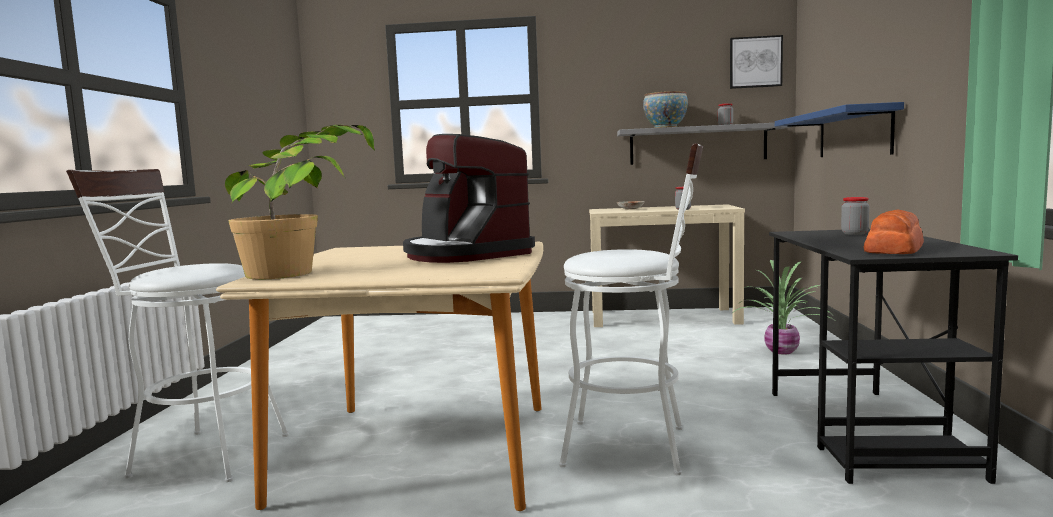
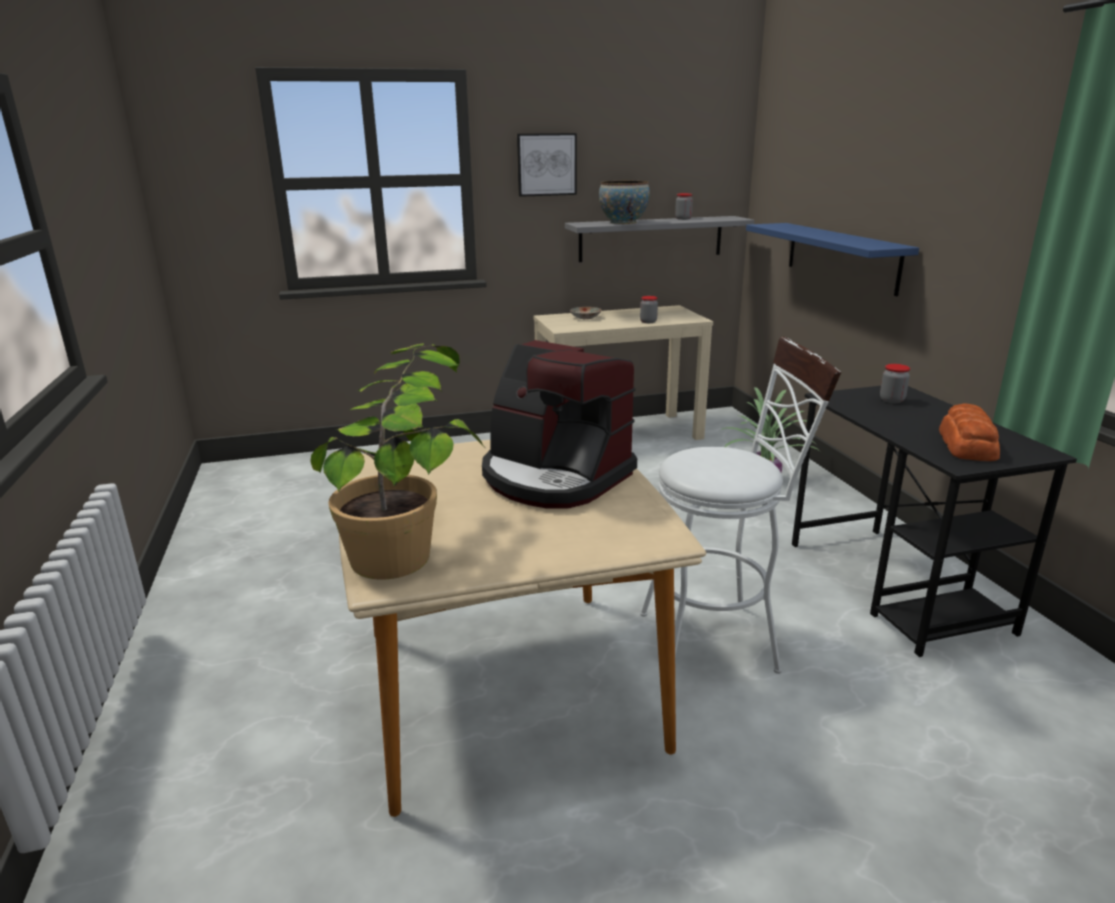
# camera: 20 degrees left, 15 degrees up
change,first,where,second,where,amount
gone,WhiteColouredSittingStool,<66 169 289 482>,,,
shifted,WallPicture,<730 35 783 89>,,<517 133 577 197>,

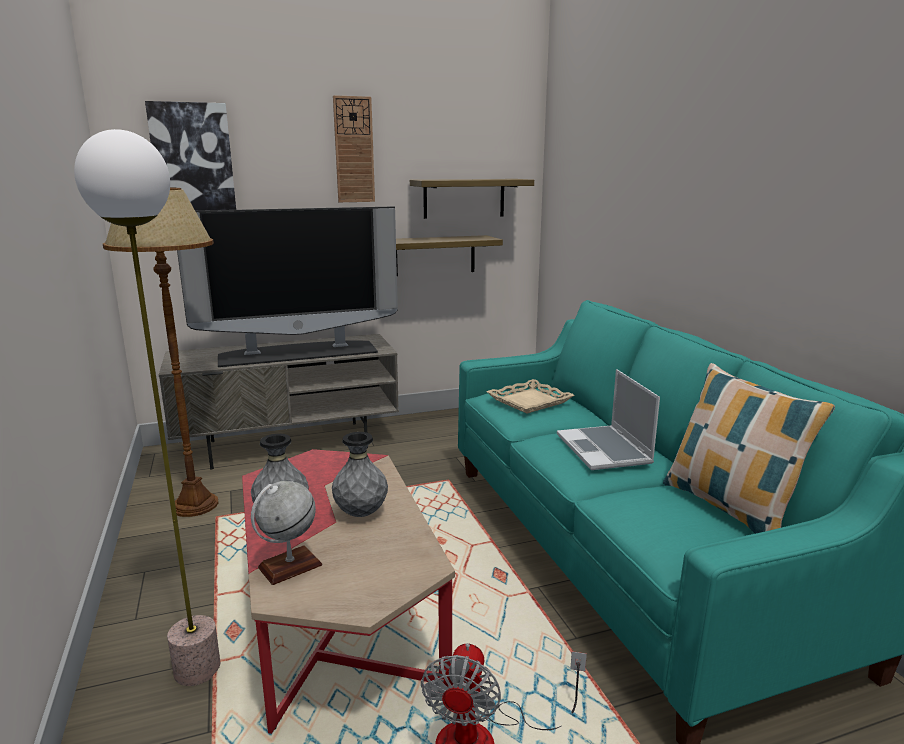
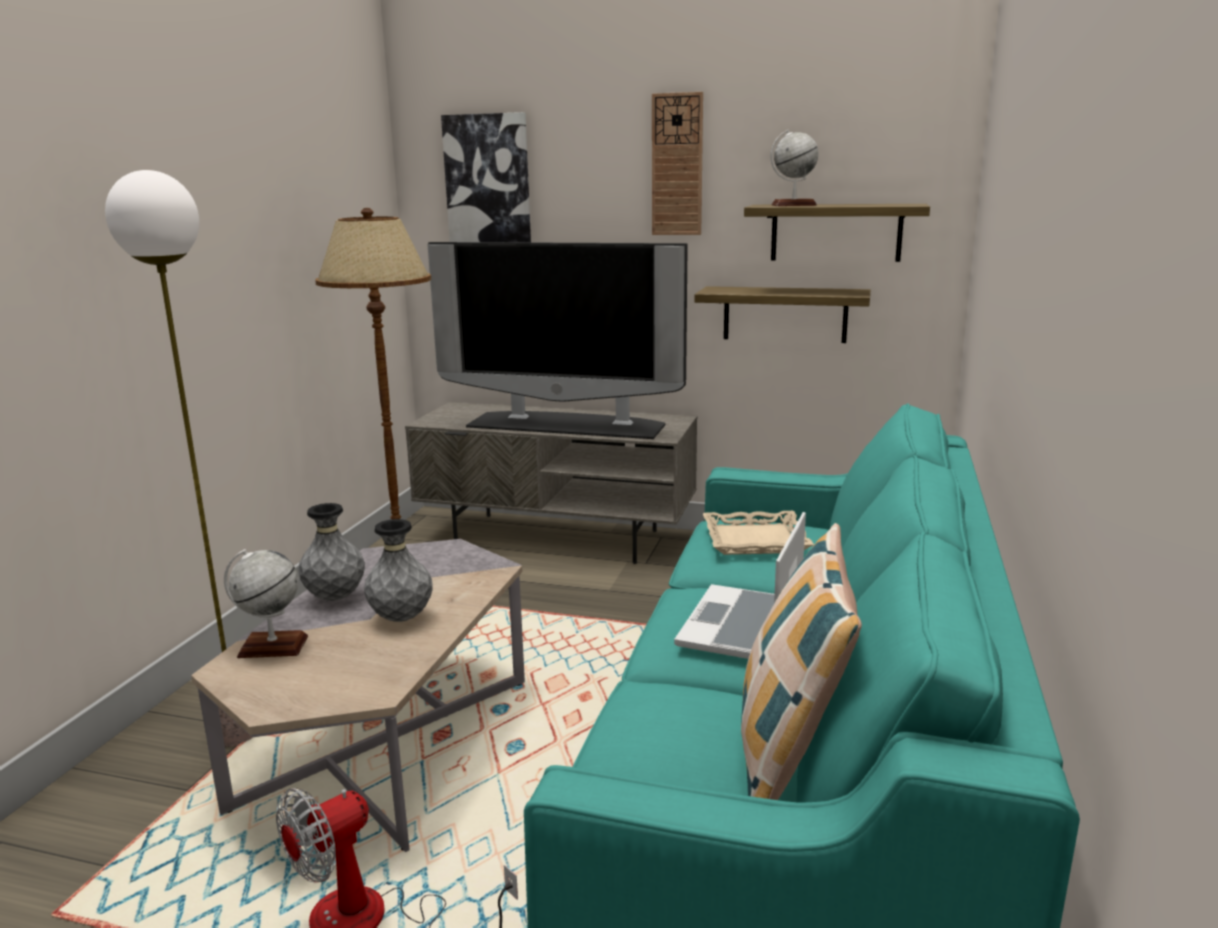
# camera: 35 degrees right, 0 degrees up
change,first,where,second,where,amount
repainted,RedColouredLoungeTable,<242 449 455 734>,GreyishLoungeTable,<191 539 525 852>,
new,,,DeskGlobe,<770 129 818 206>,

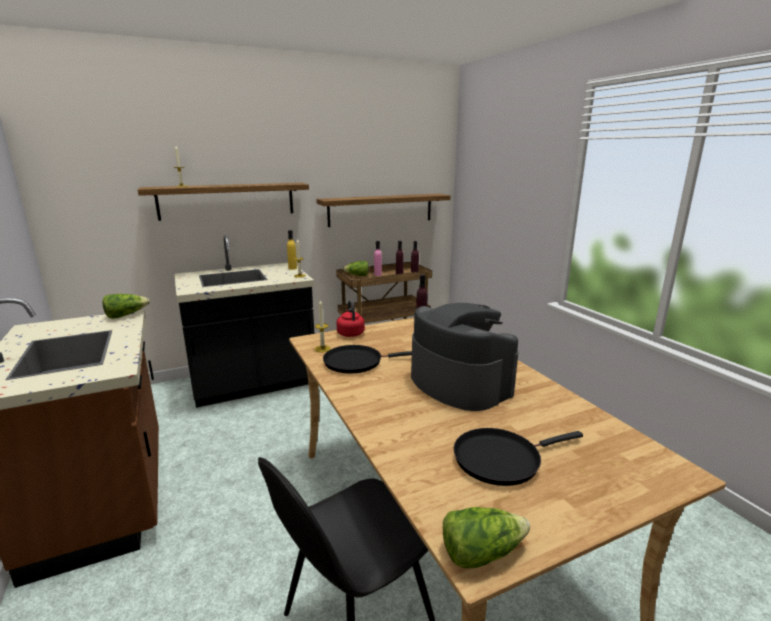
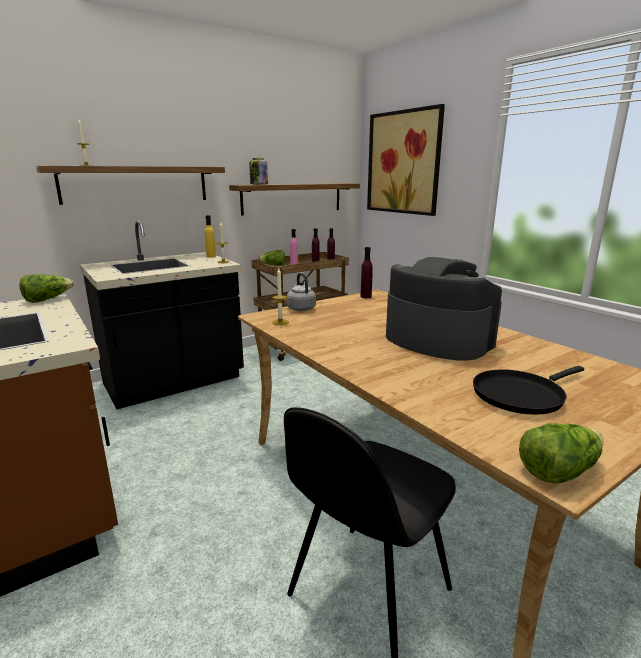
# camera: 10 degrees left, 0 degrees up
change,first,where,second,where,amount
gone,BlackFryingPan,<323 345 412 373>,,,
repainted,RedColouredWaterKettle,<337 300 365 337>,GreyishWaterKettle,<287 273 316 311>,
new,,,Jar,<250 158 268 184>,
new,,,WallPicture,<367 104 445 216>,

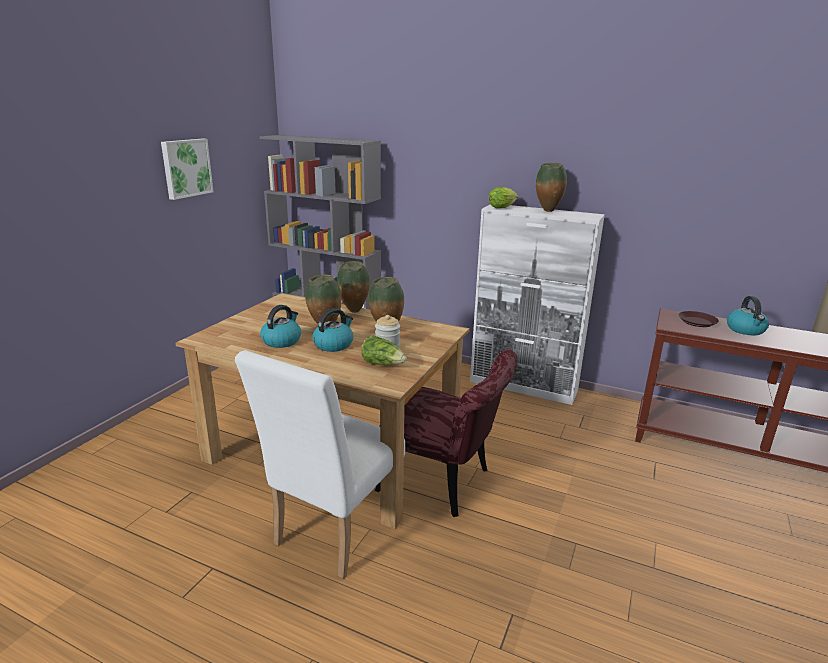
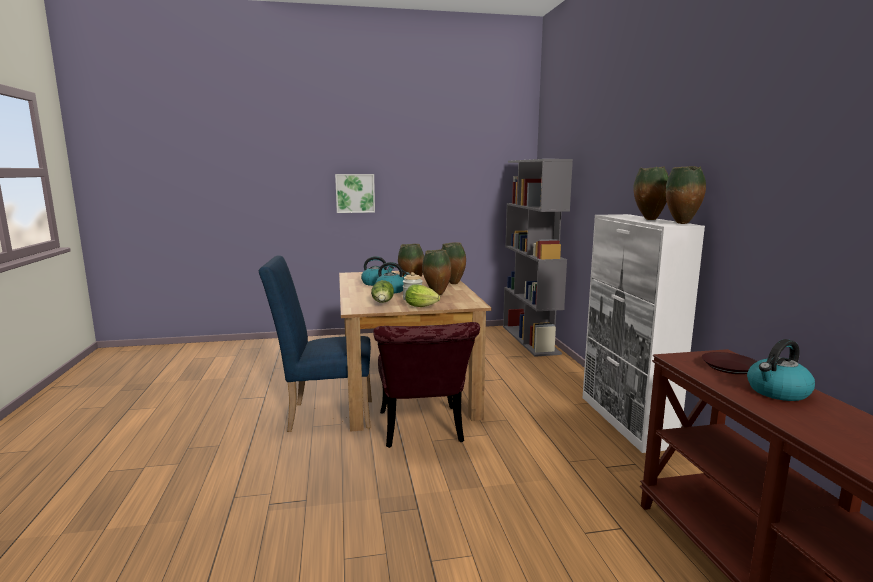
# camera: 55 degrees right, 10 degrees down
change,first,where,second,where,amount
shifted,WallPicture,<161 138 214 200>,,<335 174 375 213>,
repainted,WhiteColouredPlainChair,<235 350 405 579>,BluePlainChair,<258 255 372 432>,
shifted,LettuceHead,<489 187 518 208>,,<405 285 440 307>,
new,,,Vase,<666 166 706 224>,

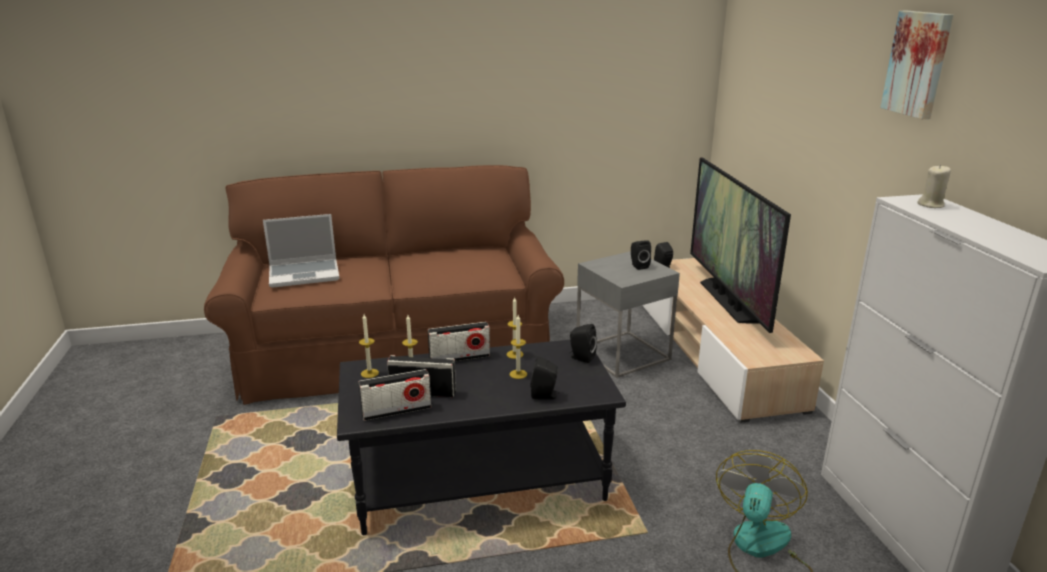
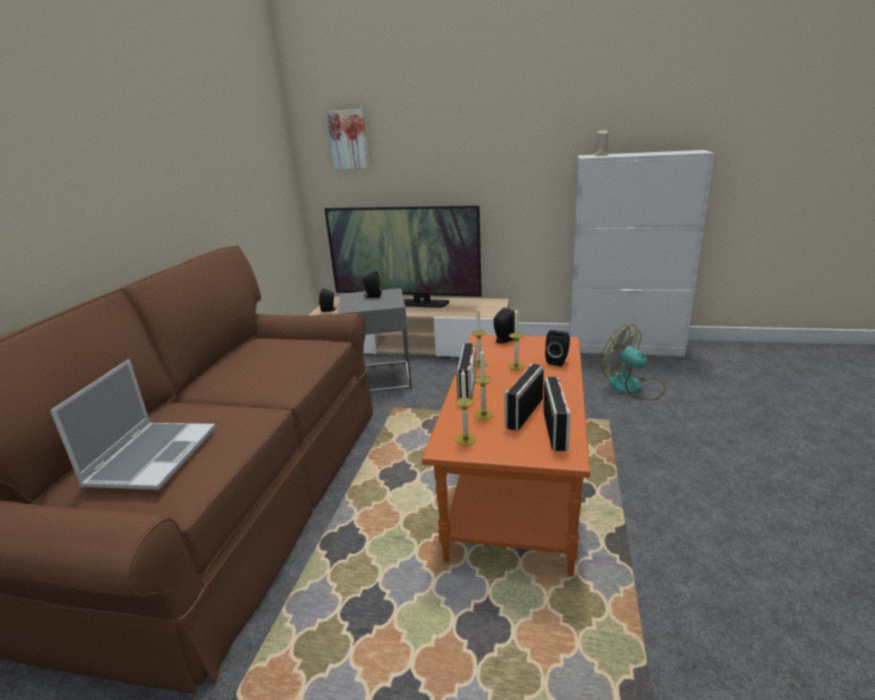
# camera: 65 degrees left, 0 degrees up
change,first,where,second,where,amount
repainted,BlackLoungeTable,<337 340 626 535>,OrangeLoungeTable,<422 334 590 577>,
shifted,WallPicture,<880 11 953 119>,,<327 109 369 170>,

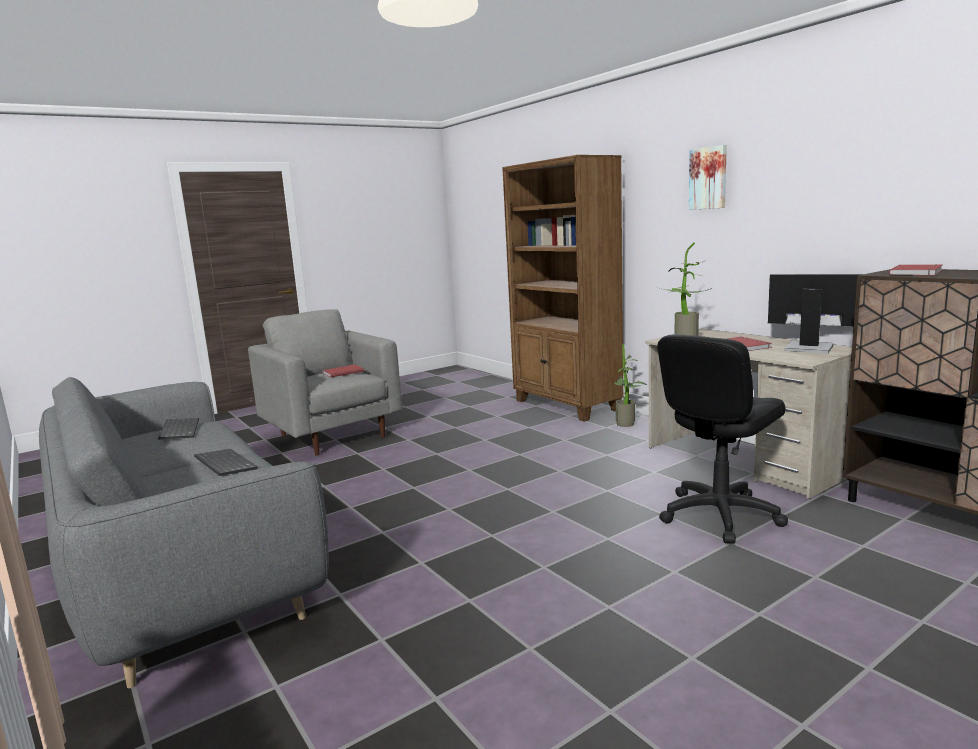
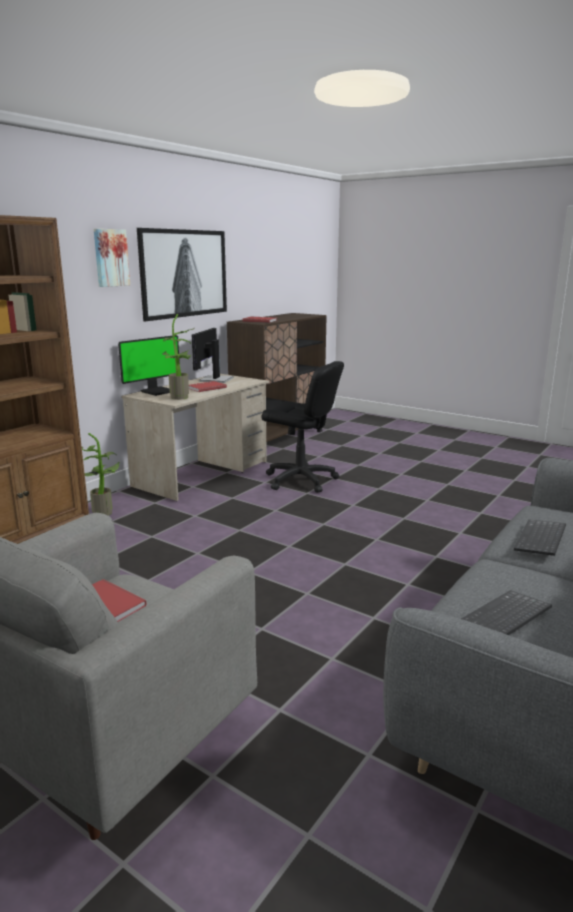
# camera: 110 degrees left, 5 degrees up
change,first,where,second,where,amount
new,,,Monitor,<118 335 180 396>,
new,,,WallPicture,<137 228 227 321>,

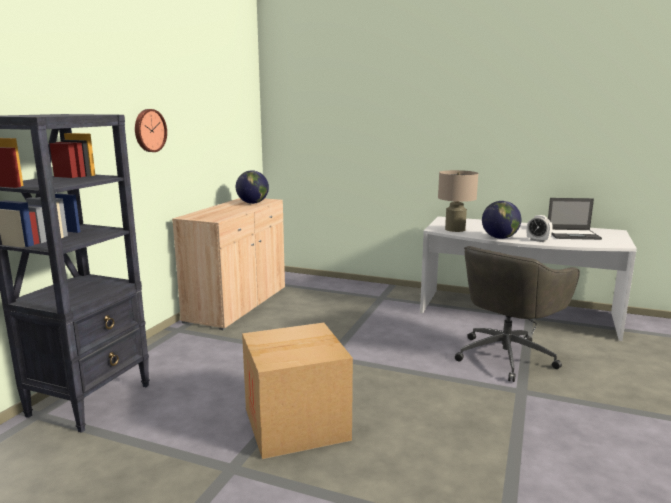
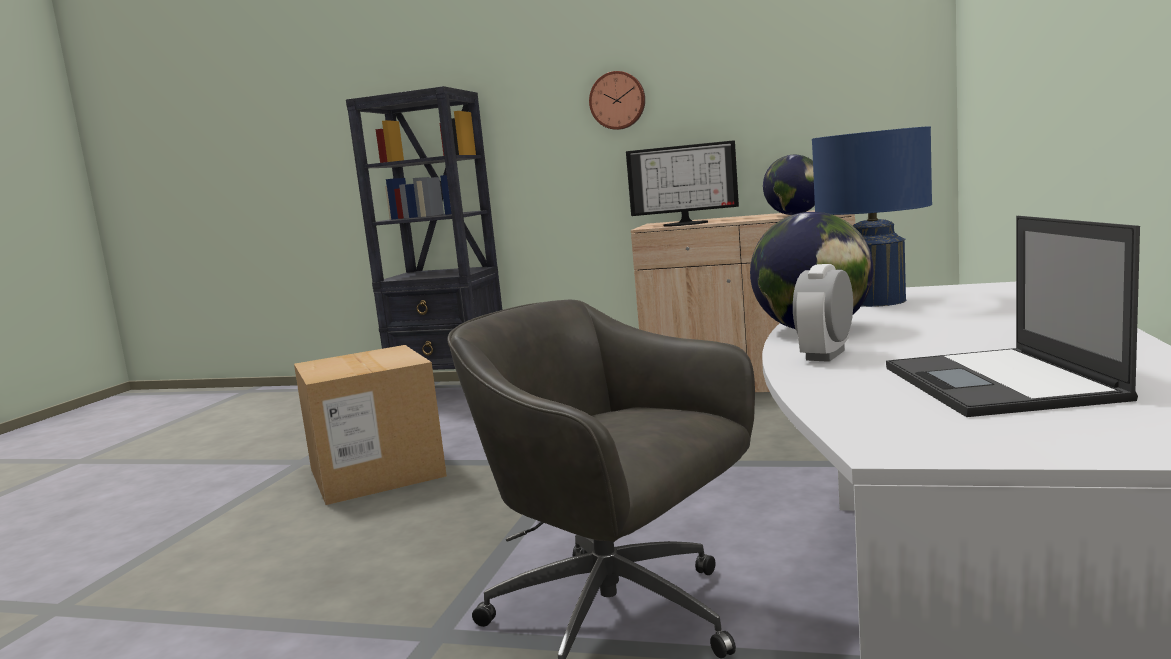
# camera: 85 degrees right, 5 degrees down
change,first,where,second,where,amount
repainted,BeigeColouredTabletopLamp,<438 170 479 232>,BlueTabletopLamp,<812 126 932 307>,
new,,,Monitor,<626 140 739 226>,

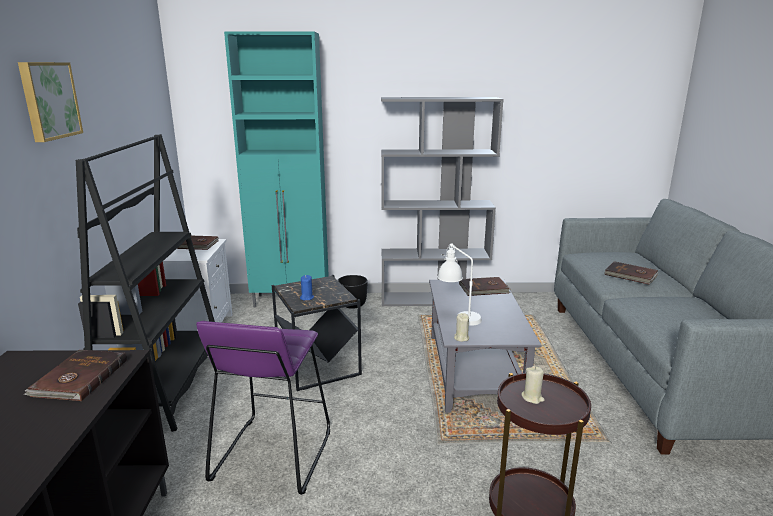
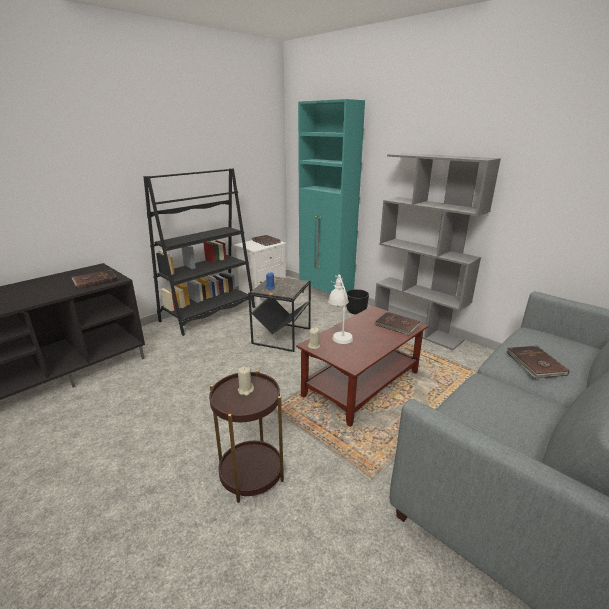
# camera: 45 degrees right, 5 degrees up
change,first,where,second,where,amount
gone,WallPicture,<18 62 83 142>,,,
gone,PurplishSittingStool,<196 321 330 495>,,,
repainted,GreyishLoungeTable,<429 280 542 413>,BrownishLoungeTable,<296 306 428 427>,

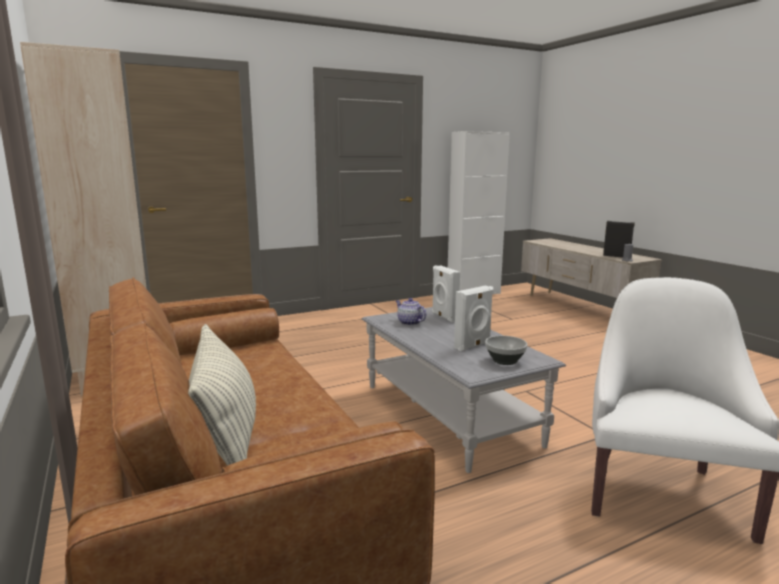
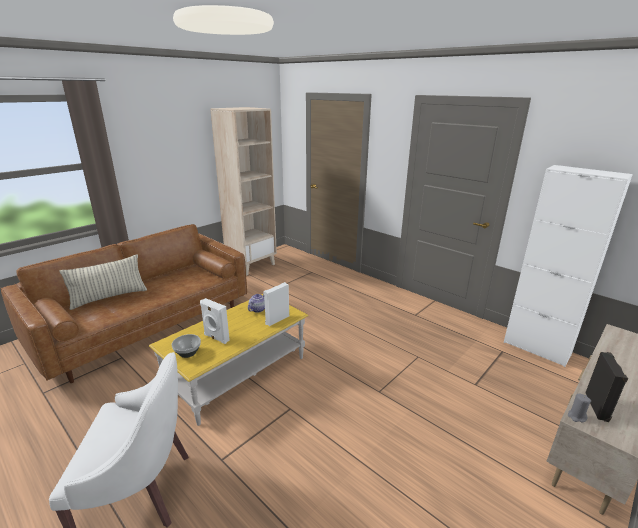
# camera: 70 degrees right, 10 degrees up
change,first,where,second,where,amount
repainted,GreyishLoungeTable,<362 307 566 473>,YellowLoungeTable,<149 294 309 426>,

